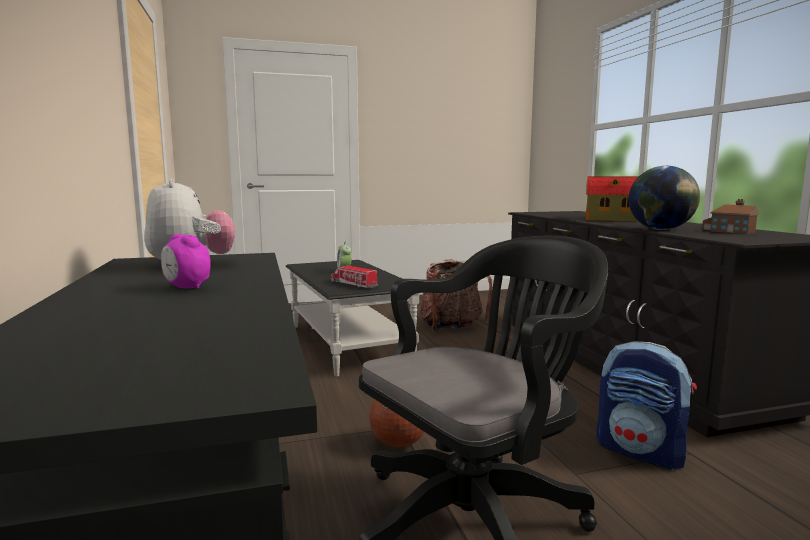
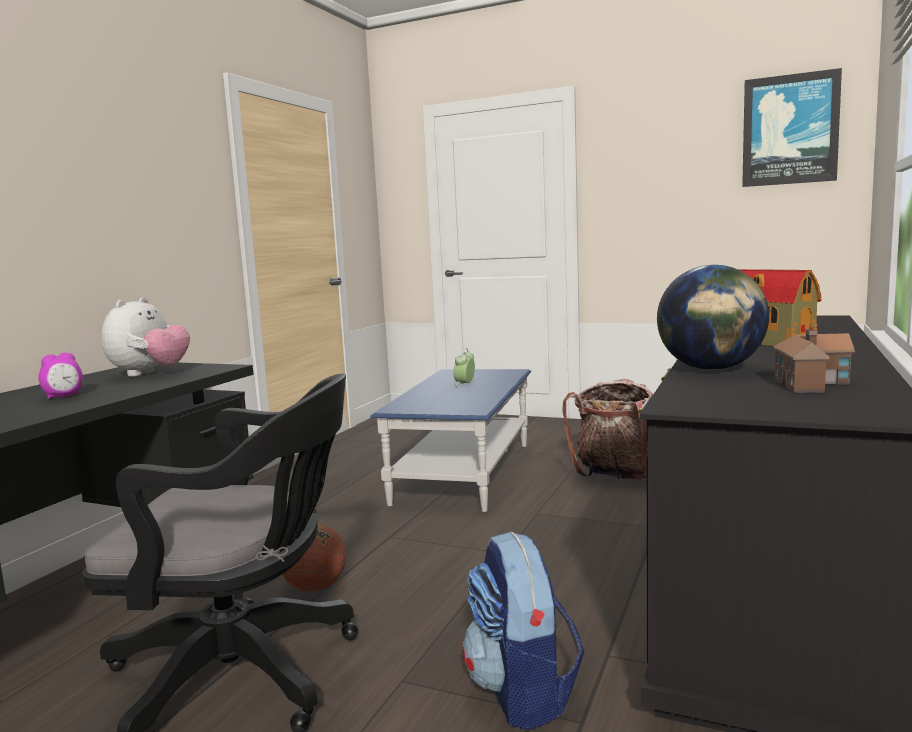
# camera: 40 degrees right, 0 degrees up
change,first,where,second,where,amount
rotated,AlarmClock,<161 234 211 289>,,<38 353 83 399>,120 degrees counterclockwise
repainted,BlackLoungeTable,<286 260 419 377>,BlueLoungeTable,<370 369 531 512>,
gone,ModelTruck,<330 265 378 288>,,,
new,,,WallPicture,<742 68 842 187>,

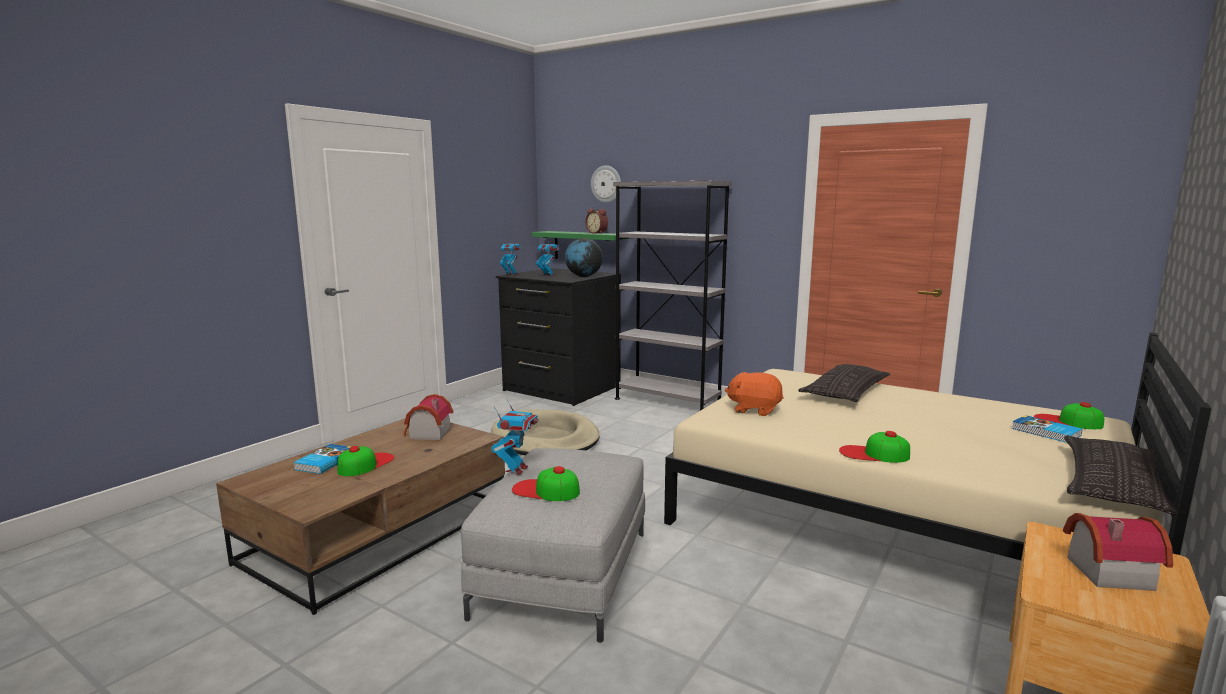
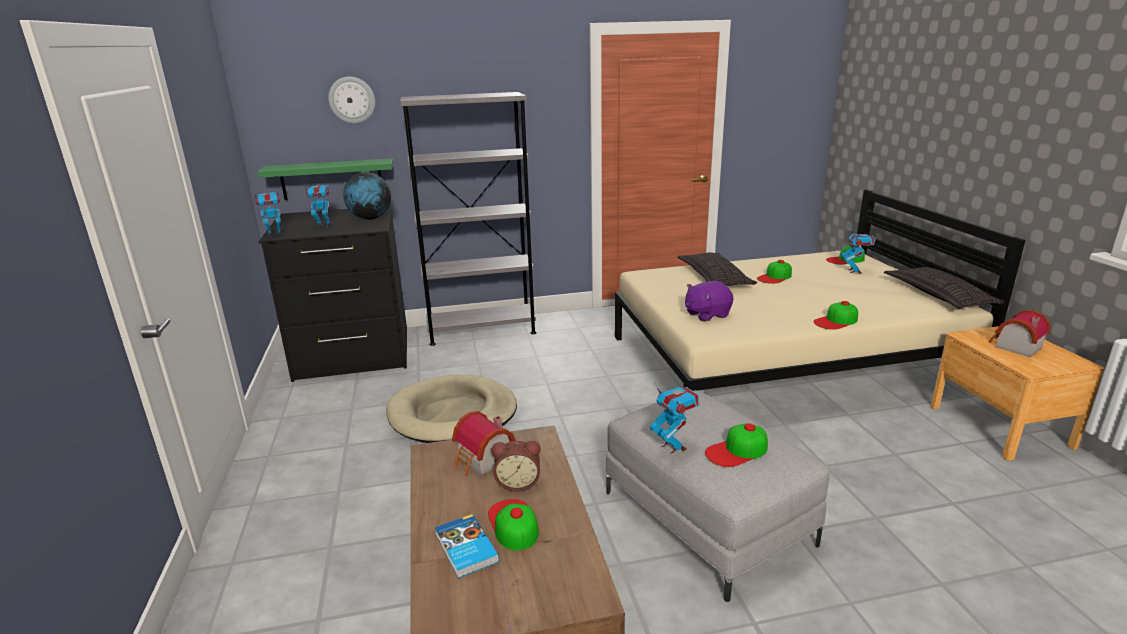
# camera: 45 degrees left, 10 degrees up
change,first,where,second,where,amount
shifted,AlarmClock,<585 209 608 233>,,<492 441 540 492>,
repainted,OrangePlushToy,<725 372 784 416>,PurplishPlushToy,<685 281 734 322>,
swapped,Book,<1012 415 1082 443>,ModelRobot,<841 227 876 274>,
new,,,BaseballCap,<757 260 792 284>,

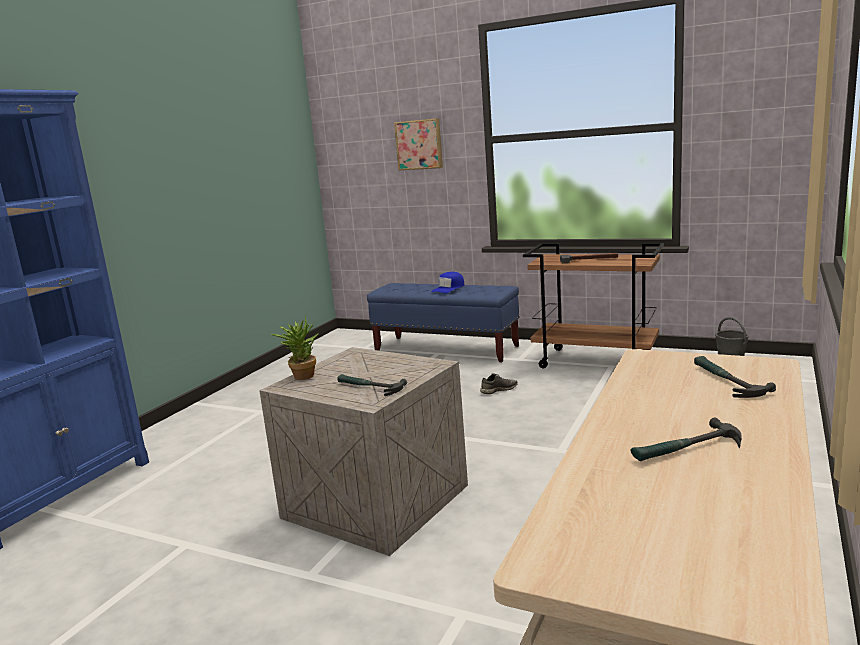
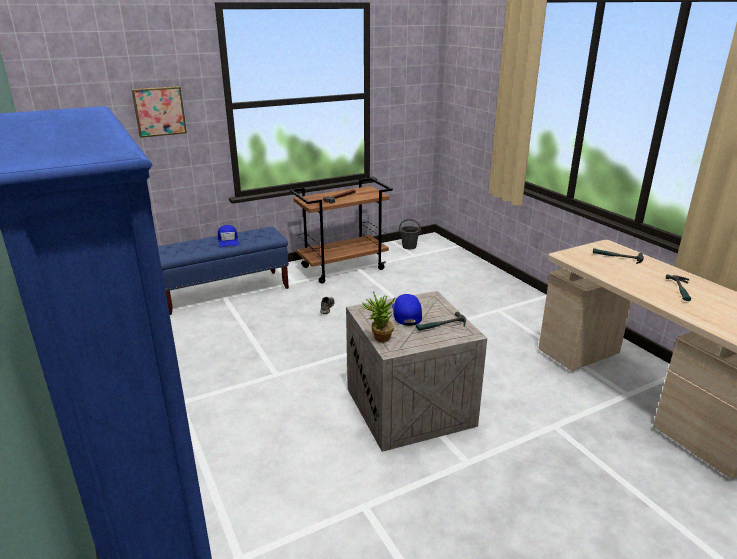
# camera: 55 degrees left, 10 degrees up
change,first,where,second,where,amount
new,,,BlueBaseballCap,<392 294 422 326>,

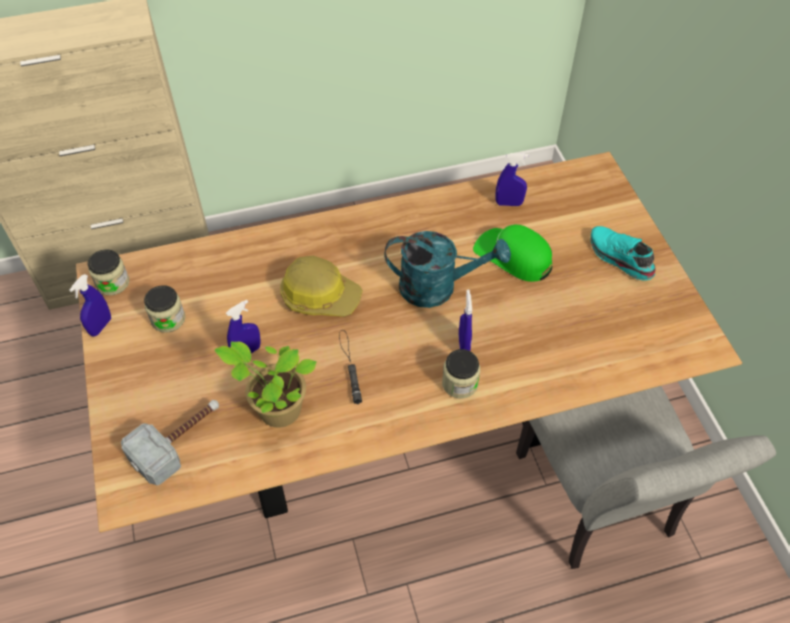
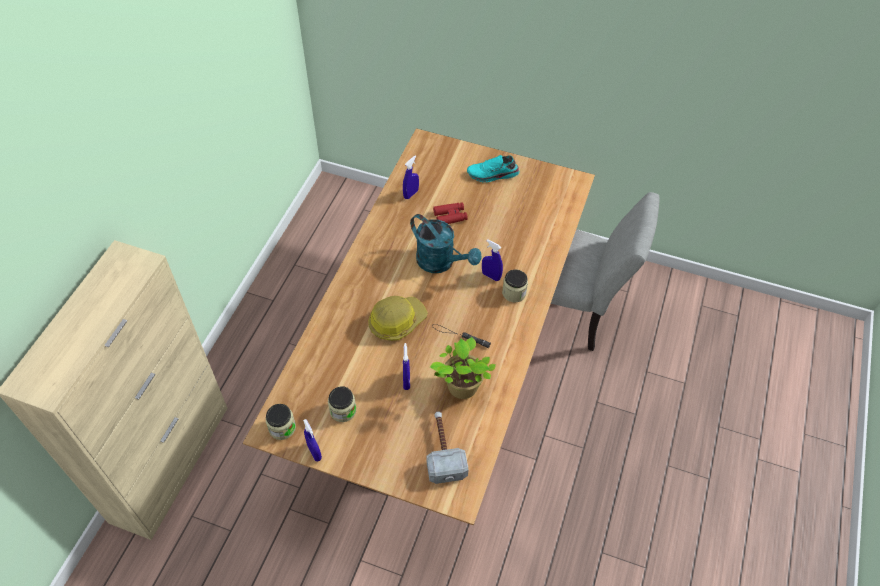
# camera: 55 degrees left, 0 degrees up
change,first,where,second,where,amount
rotated,TurquoiseSprinklingCan,<384 231 511 308>,,<410 214 481 273>,90 degrees clockwise
swapped,GreenColouredBaseballCap,<473 224 552 282>,RedColouredBinoculars,<433 202 468 224>,

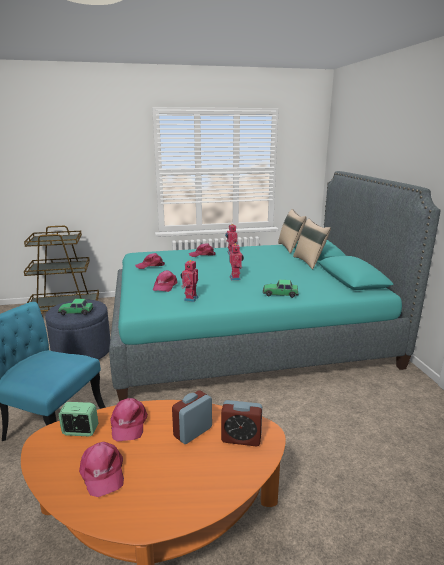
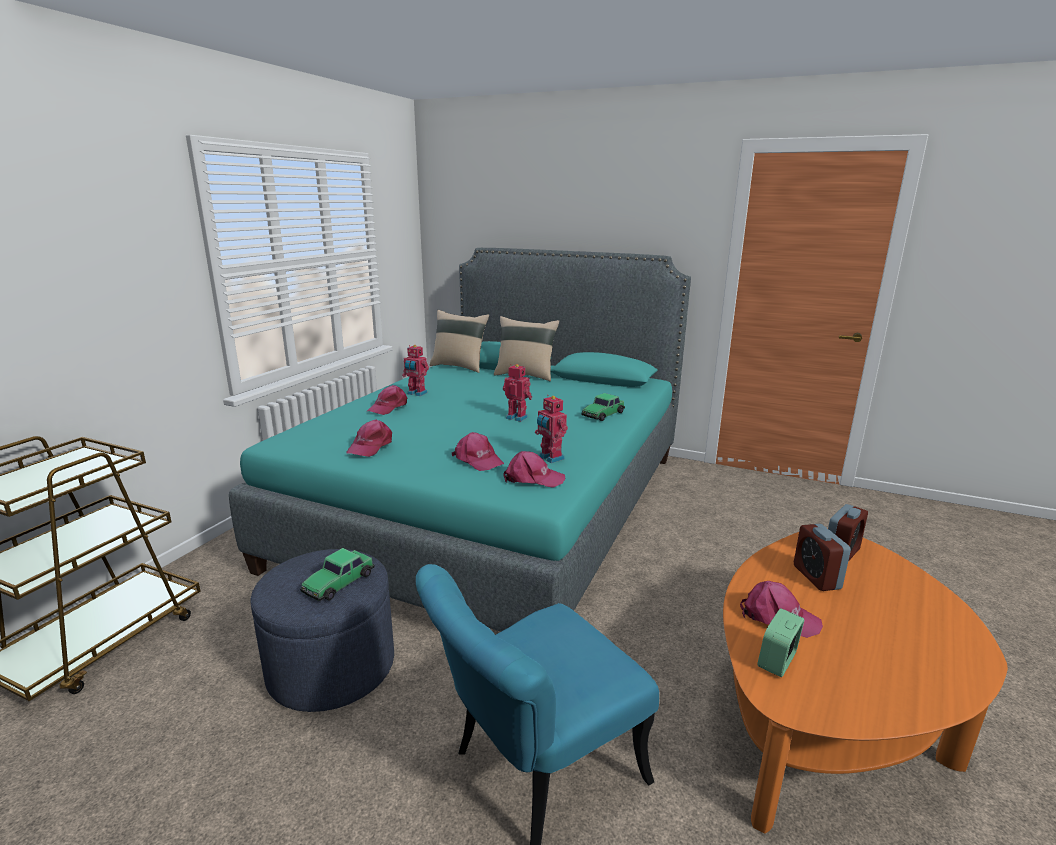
# camera: 55 degrees left, 0 degrees up
change,first,where,second,where,amount
shifted,PinkColouredBaseballCap,<79 442 124 497>,,<503 451 565 488>,

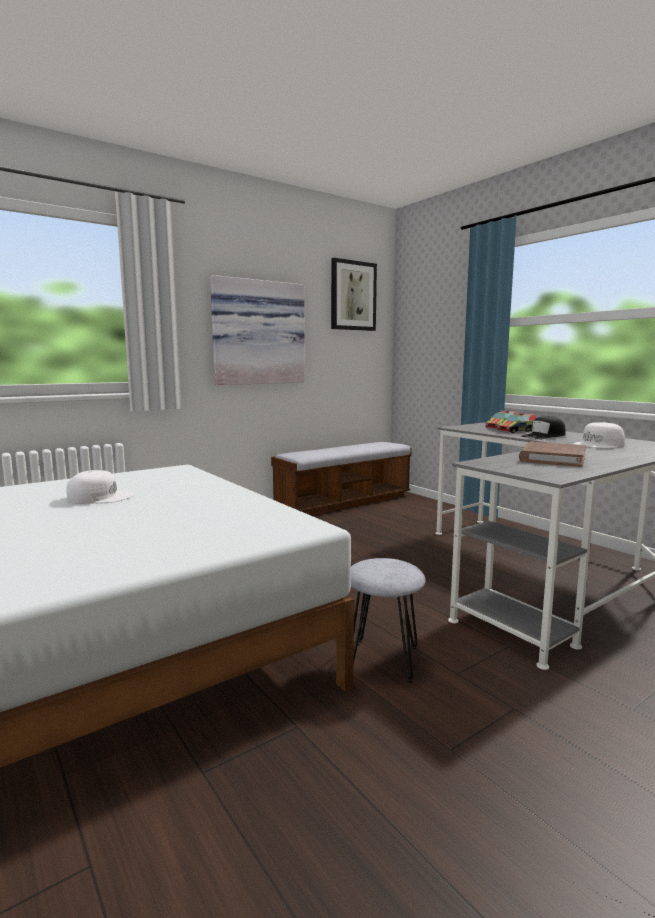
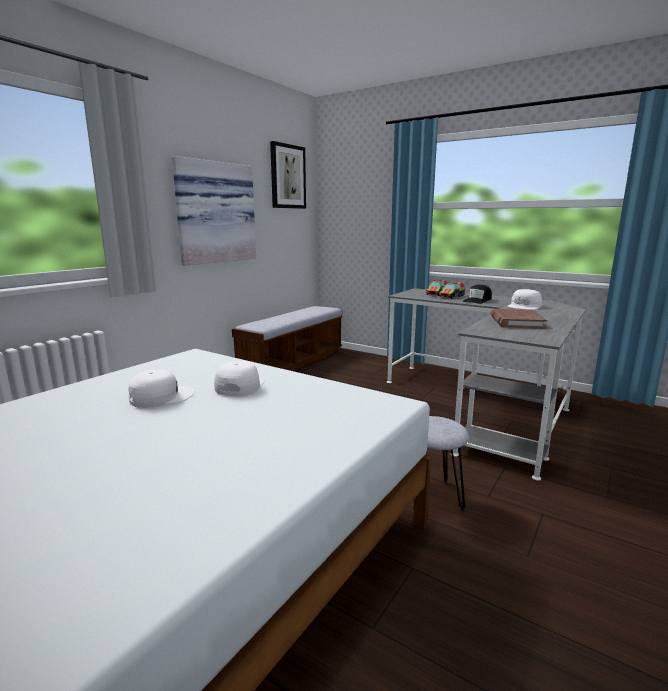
# camera: 20 degrees left, 5 degrees up
change,first,where,second,where,amount
new,,,WhiteColouredBaseballCap,<214 361 264 396>,

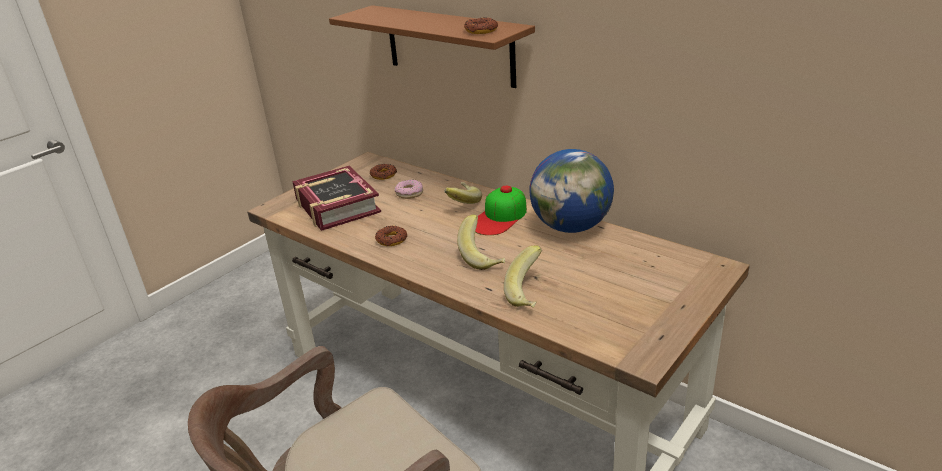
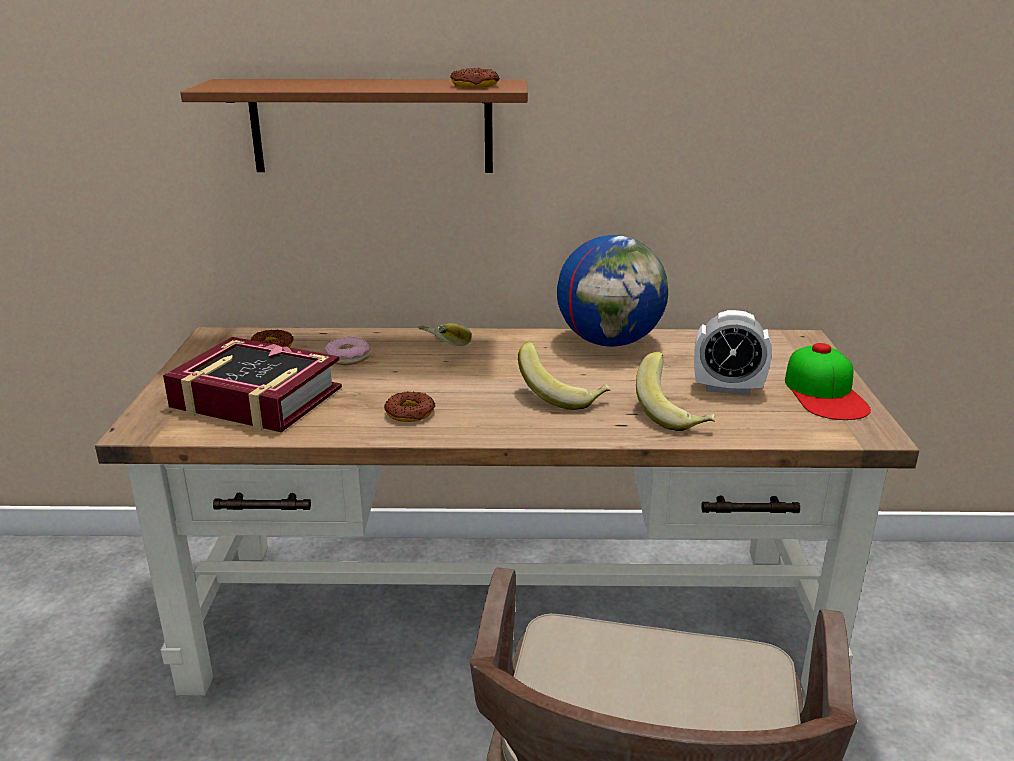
# camera: 40 degrees left, 5 degrees down
change,first,where,second,where,amount
shifted,BaseballCap,<475 186 527 235>,,<785 343 871 420>,
new,,,AlarmClock,<694 310 772 395>,

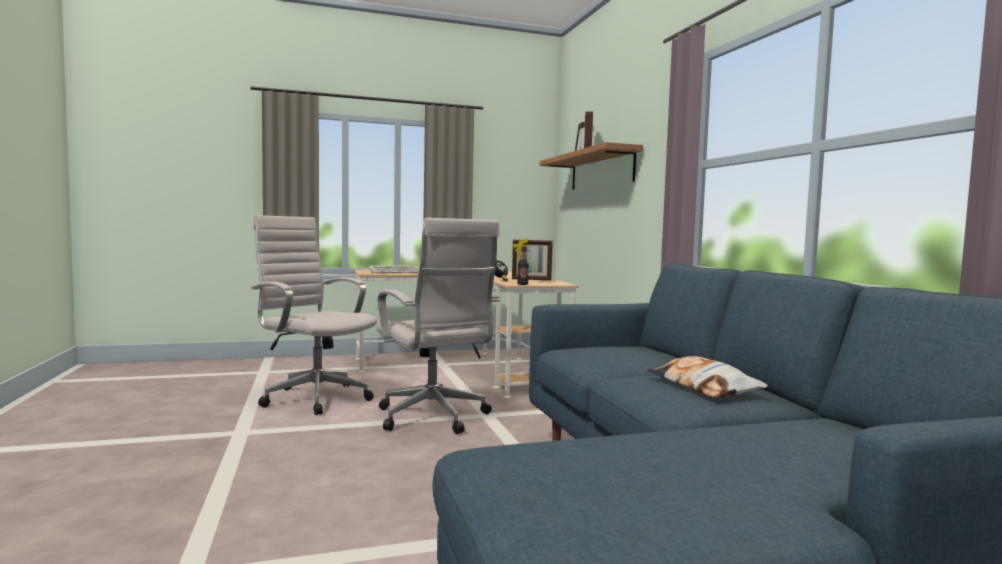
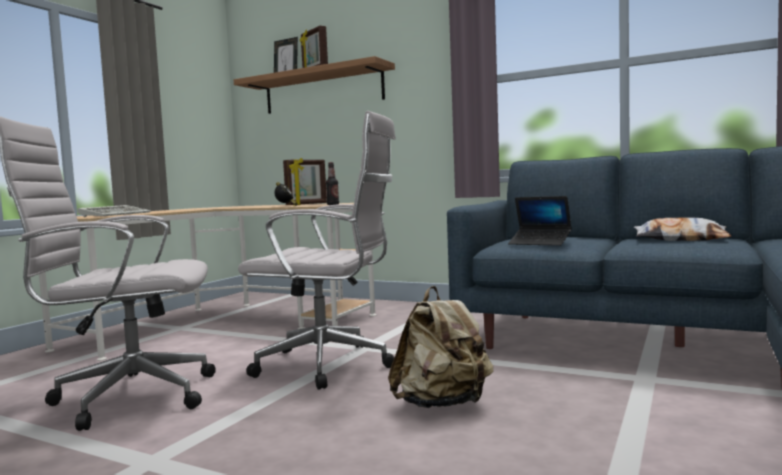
# camera: 45 degrees left, 0 degrees up
change,first,where,second,where,amount
new,,,BeigeColouredRucksack,<388 286 493 408>,
new,,,Laptop,<508 196 572 246>,

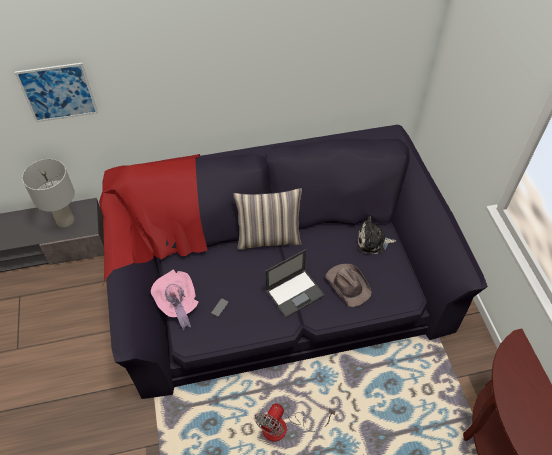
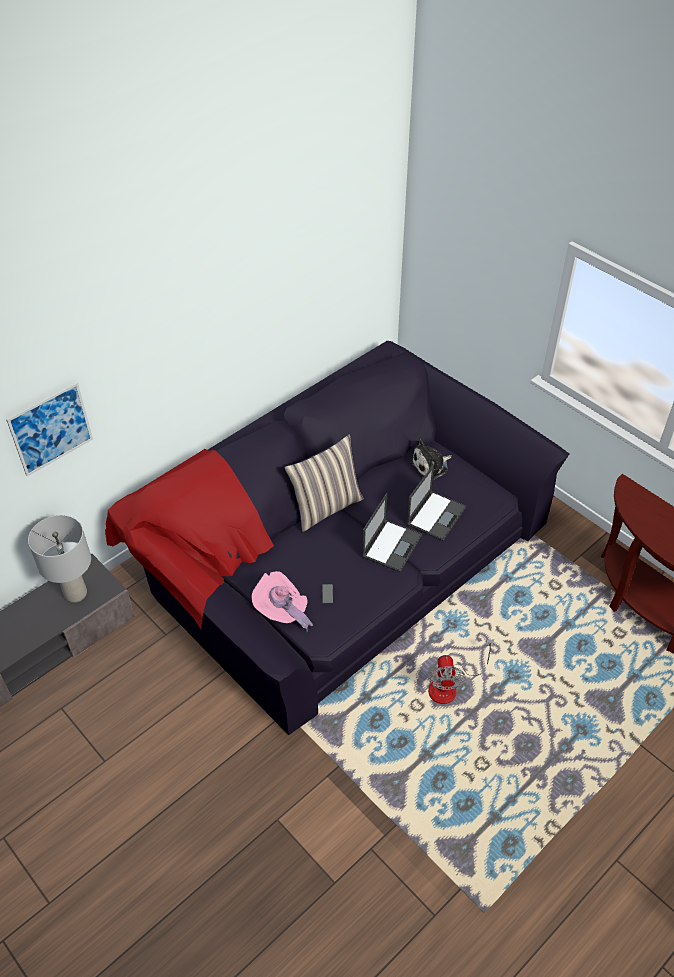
# camera: 30 degrees left, 5 degrees down
change,first,where,second,where,amount
swapped,BrownishClothingHat,<326 264 372 307>,Laptop,<406 464 466 541>,

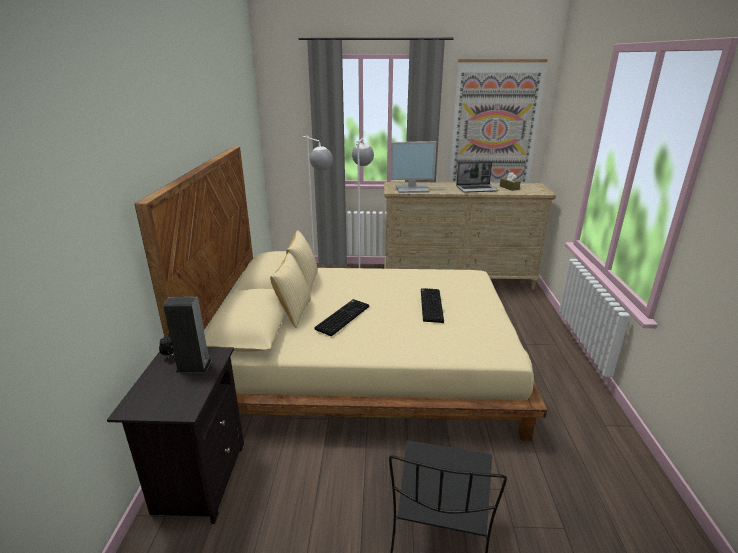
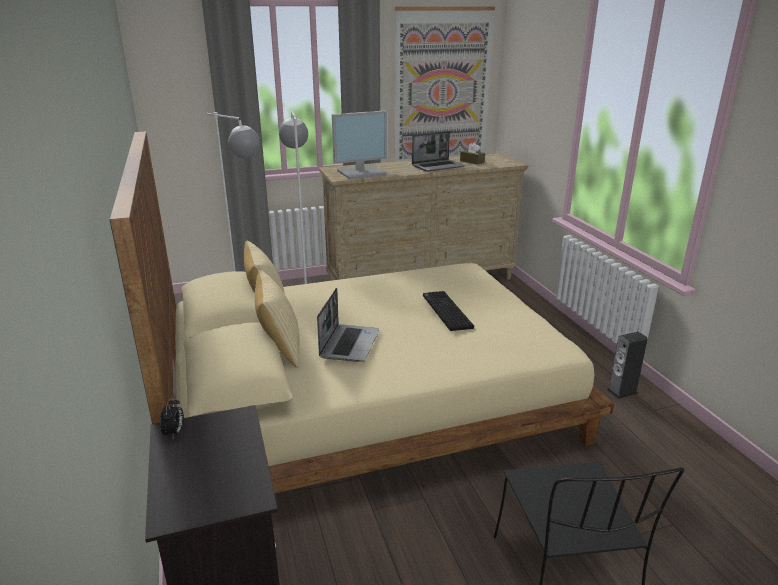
# camera: 20 degrees left, 0 degrees up
change,first,where,second,where,amount
shifted,Loudspeaker,<164 297 212 373>,,<607 332 648 399>,
swapped,Keyboard,<314 299 369 336>,Laptop,<317 288 379 362>,

